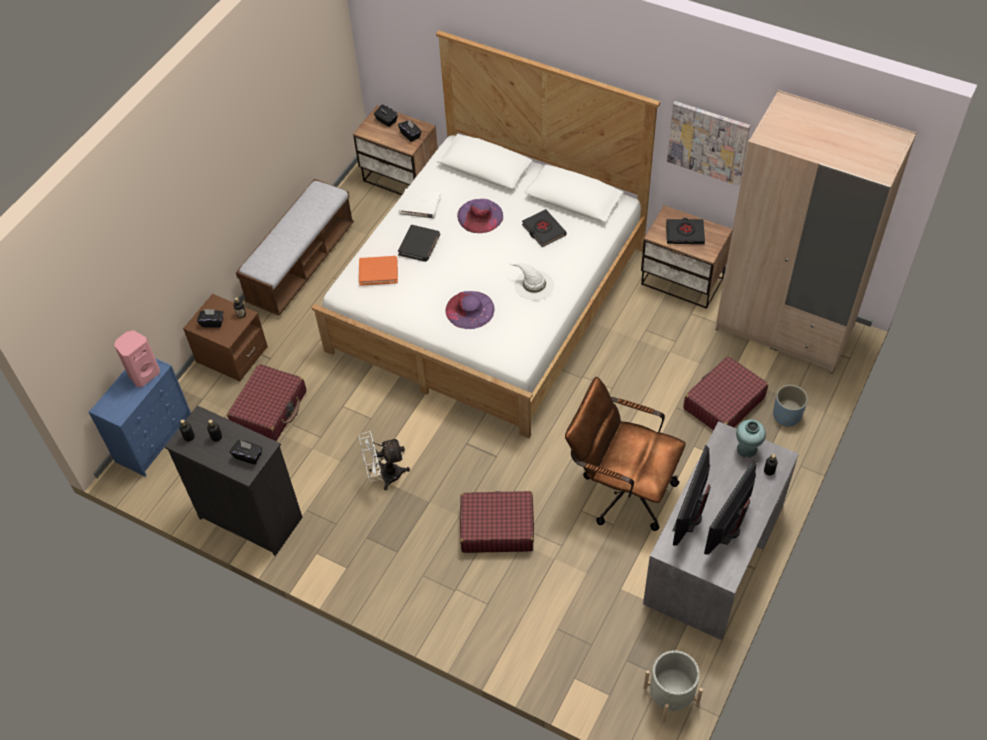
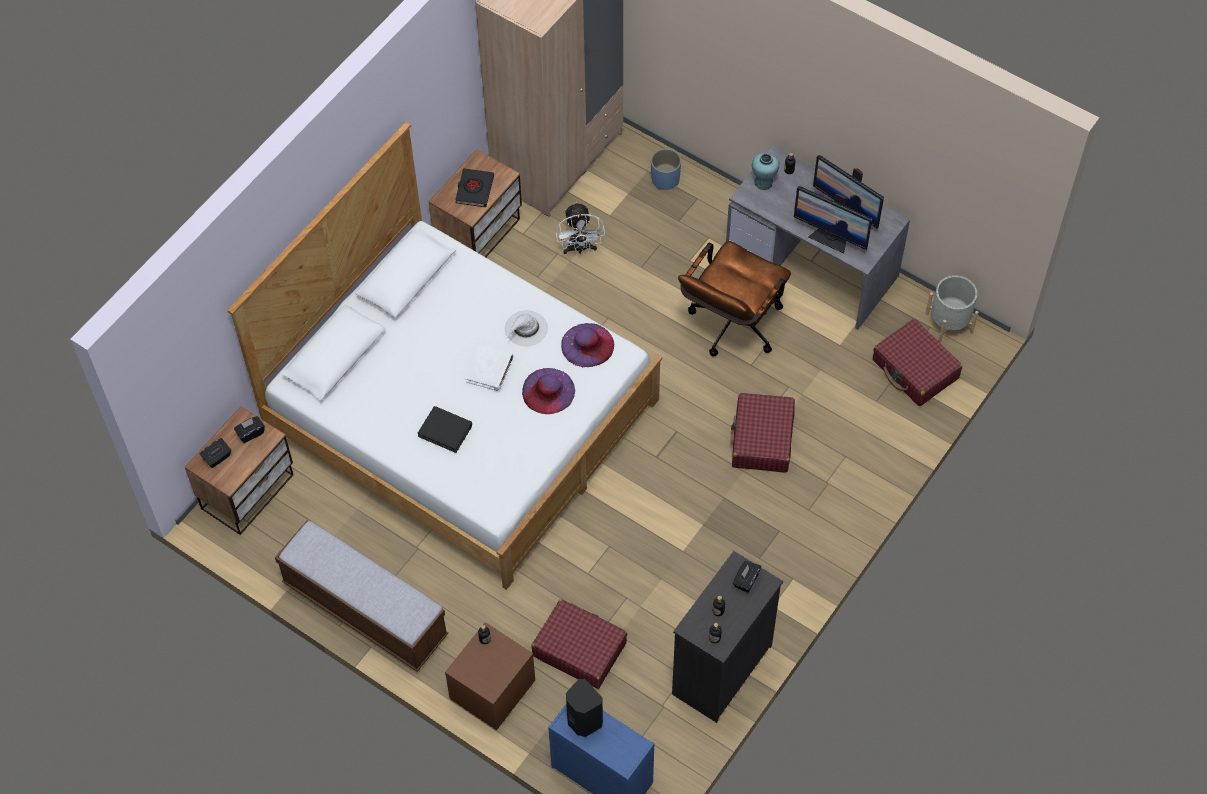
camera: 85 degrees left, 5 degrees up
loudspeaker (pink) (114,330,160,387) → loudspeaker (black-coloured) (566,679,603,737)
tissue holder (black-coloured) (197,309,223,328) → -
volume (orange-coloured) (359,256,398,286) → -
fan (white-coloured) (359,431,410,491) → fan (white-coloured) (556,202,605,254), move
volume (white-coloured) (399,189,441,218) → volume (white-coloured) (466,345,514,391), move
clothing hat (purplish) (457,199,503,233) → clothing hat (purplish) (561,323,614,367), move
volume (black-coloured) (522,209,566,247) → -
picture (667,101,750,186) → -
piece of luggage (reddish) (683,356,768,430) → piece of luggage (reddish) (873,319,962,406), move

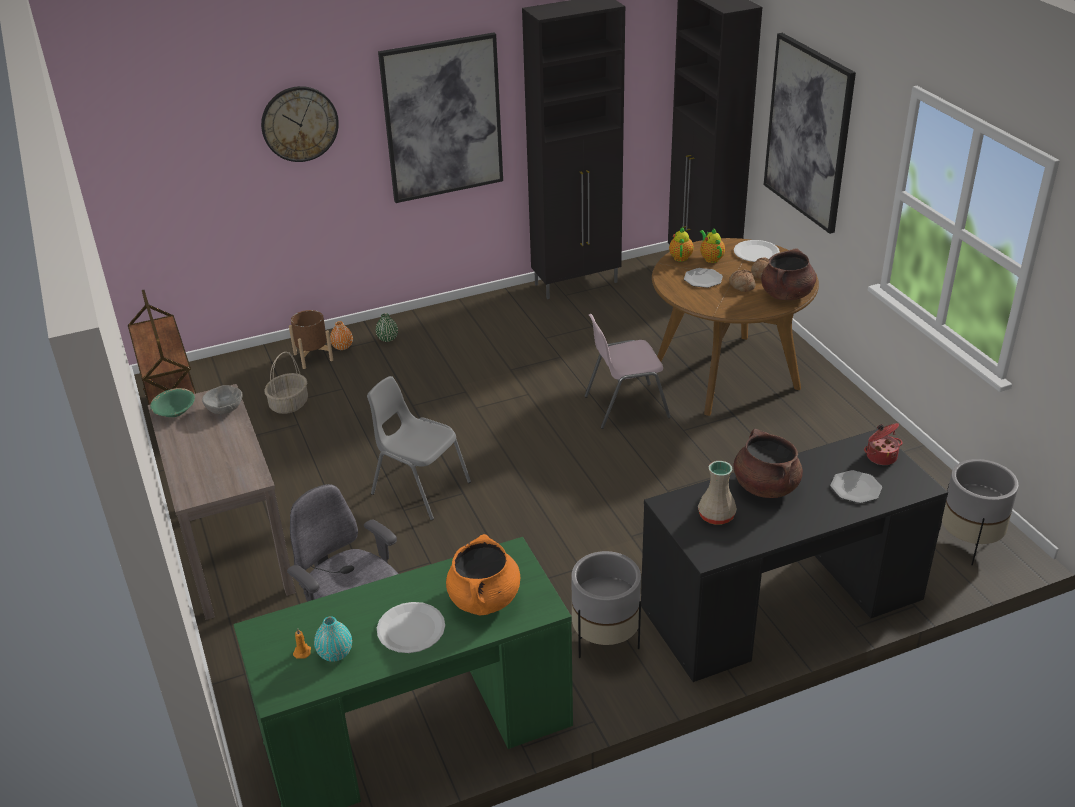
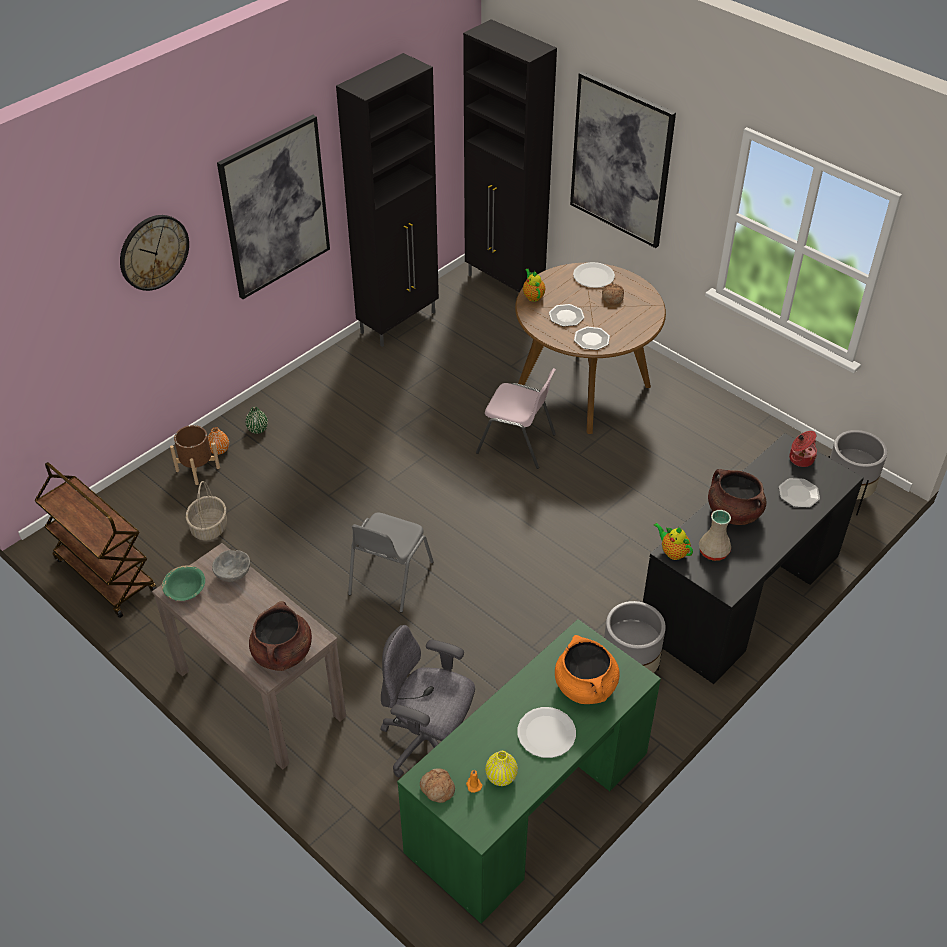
camera: 25 degrees left, 10 degrees up
flower vase (turquoise) (314,616,352,662) → flower vase (yellowish) (485,751,518,786)
plain chair (grey) (367,376,471,520) → plain chair (grey) (348,512,434,613), 75 degrees counterclockwise
plain chair (pink) (585,314,671,429) → plain chair (pink) (476,368,556,469), 120 degrees counterclockwise
teapot (700,229,725,263) → teapot (654,522,693,560), move
bakery bread (729,270,756,292) → bakery bread (420,768,455,803), move
cooking pot (brown-coloured) (761,248,816,300) → cooking pot (brown-coloured) (249,601,312,671), move
- → plate (574,327,610,350)

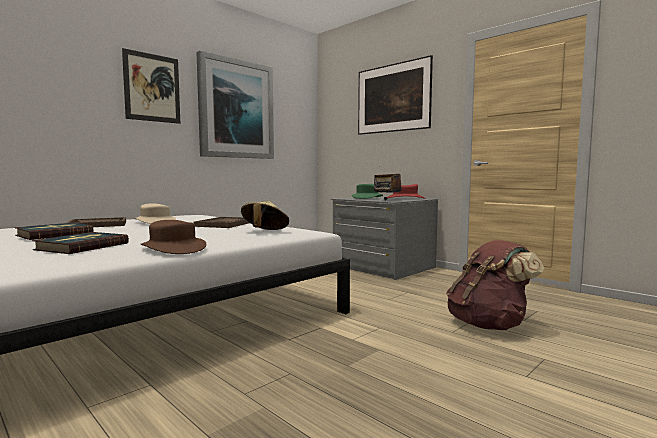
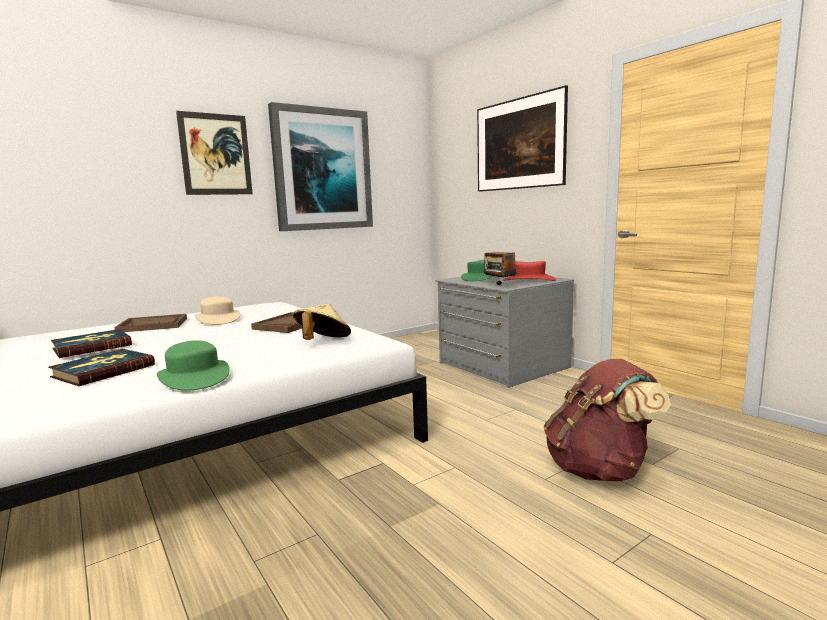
camera: 10 degrees right, 5 degrees up
clothing hat (brown-coloured) (141,220,206,254) → clothing hat (green) (157,340,230,391)

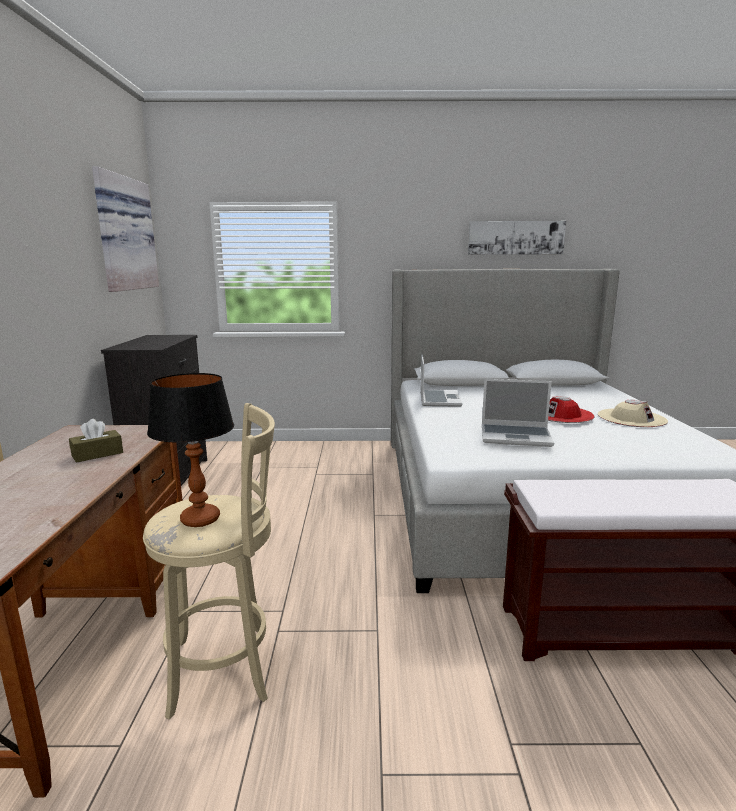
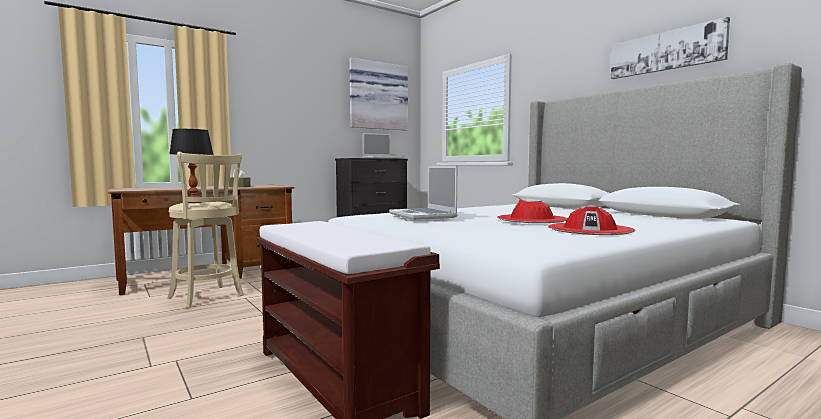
camera: 55 degrees right, 10 degrees down
laptop (420,355,462,407) → laptop (363,133,402,159), move
clothing hat (beige) (598,400,668,427) → clothing hat (reddish) (548,205,635,235)

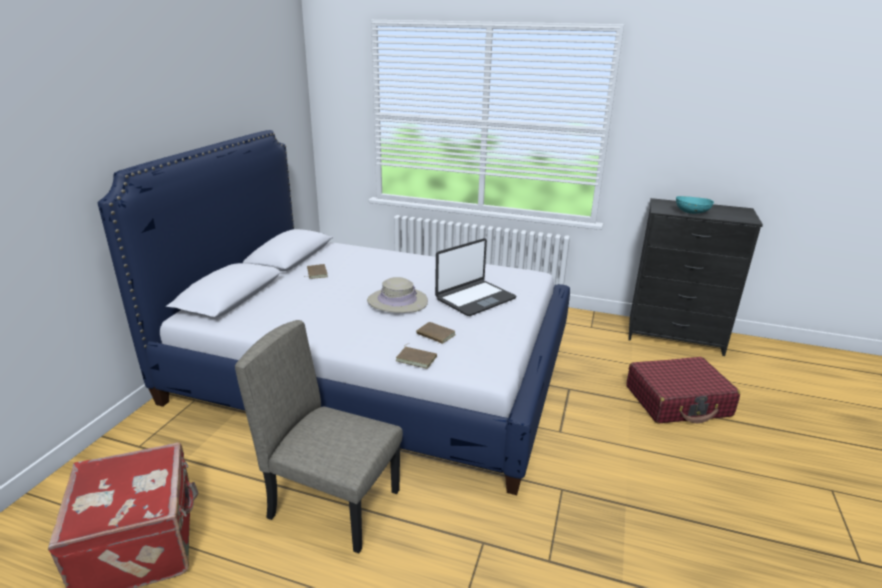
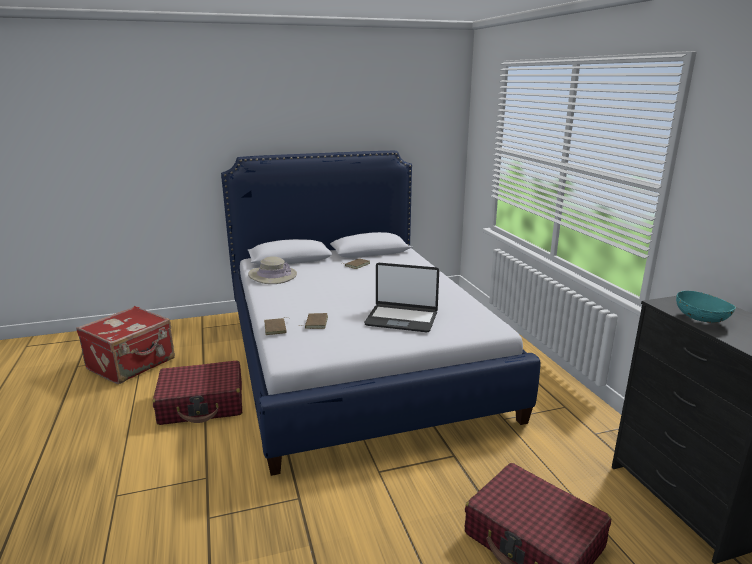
camera: 55 degrees right, 5 degrees down
plain chair (beige) (235,320,403,553) → piece of luggage (reddish) (153,361,242,425)
clothing hat (beige) (367,277,428,313) → clothing hat (beige) (248,256,297,284), move

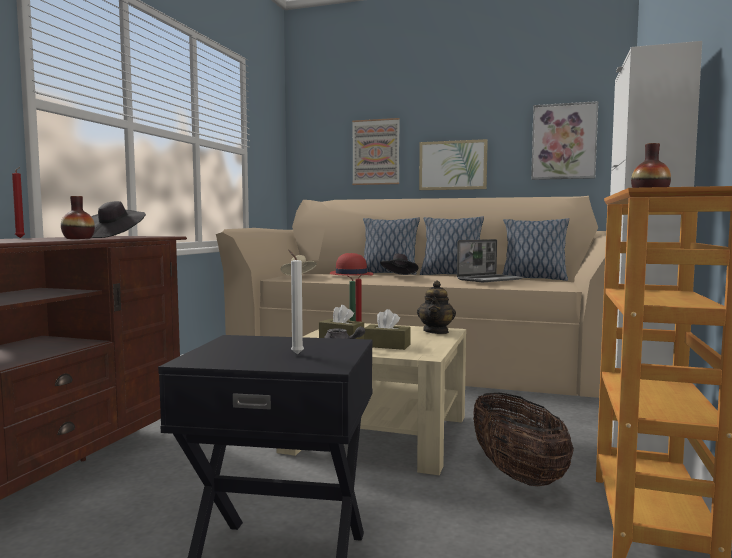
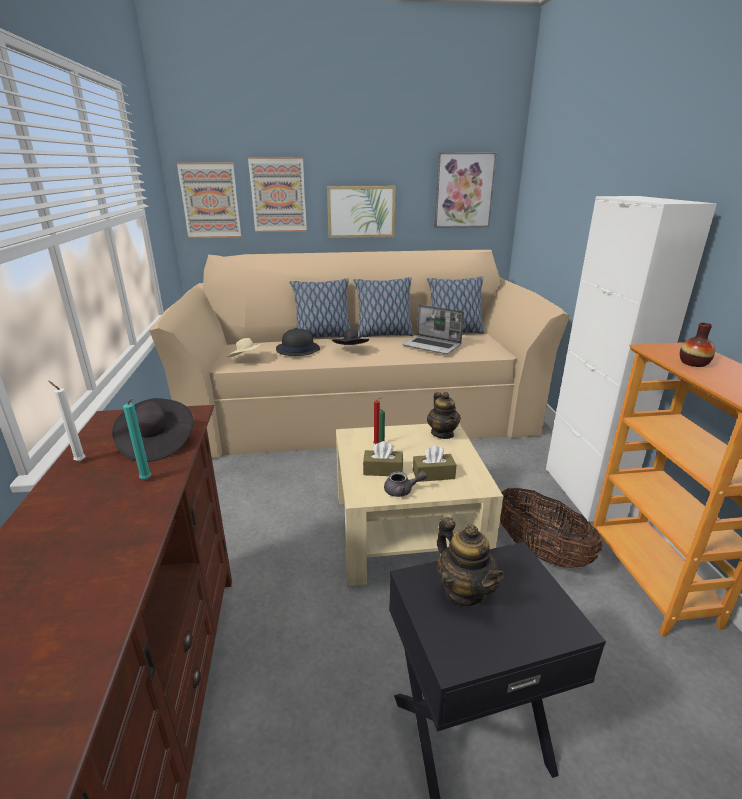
camera: 25 degrees left, 20 degrees up
wax light (reddish) (12,167,25,238) → -
flower vase (61,196,95,239) → wax light (turquoise) (123,398,152,480)
wax light (white-coloured) (288,250,304,355) → wax light (white-coloured) (48,381,86,462), move
clothing hat (reddish) (329,253,373,276) → clothing hat (black-coloured) (276,328,320,356)
laptop (457,239,524,282) → laptop (402,305,464,354), 90 degrees clockwise
- → picture (177,163,241,238)
- → teapot (437,517,504,607)

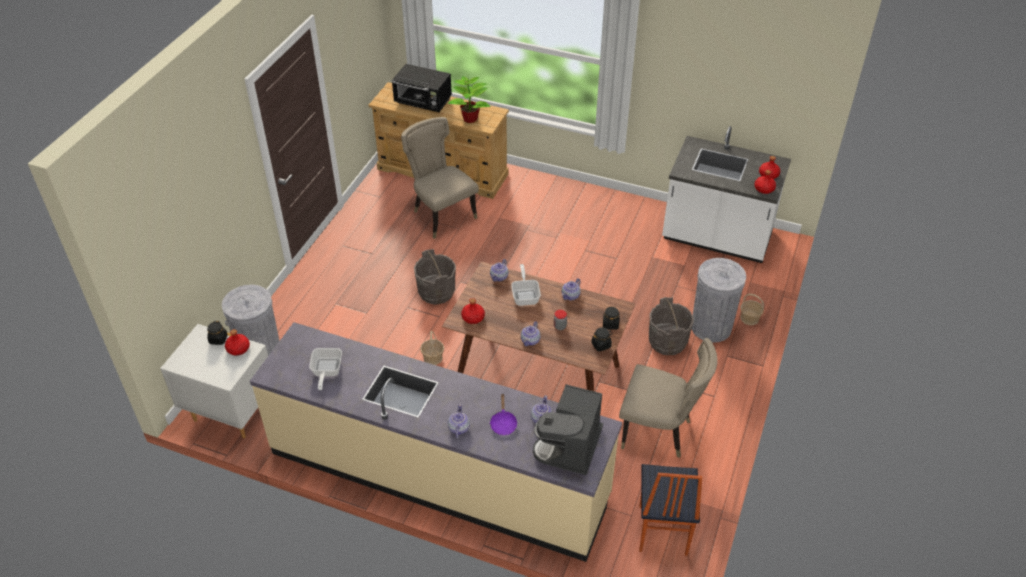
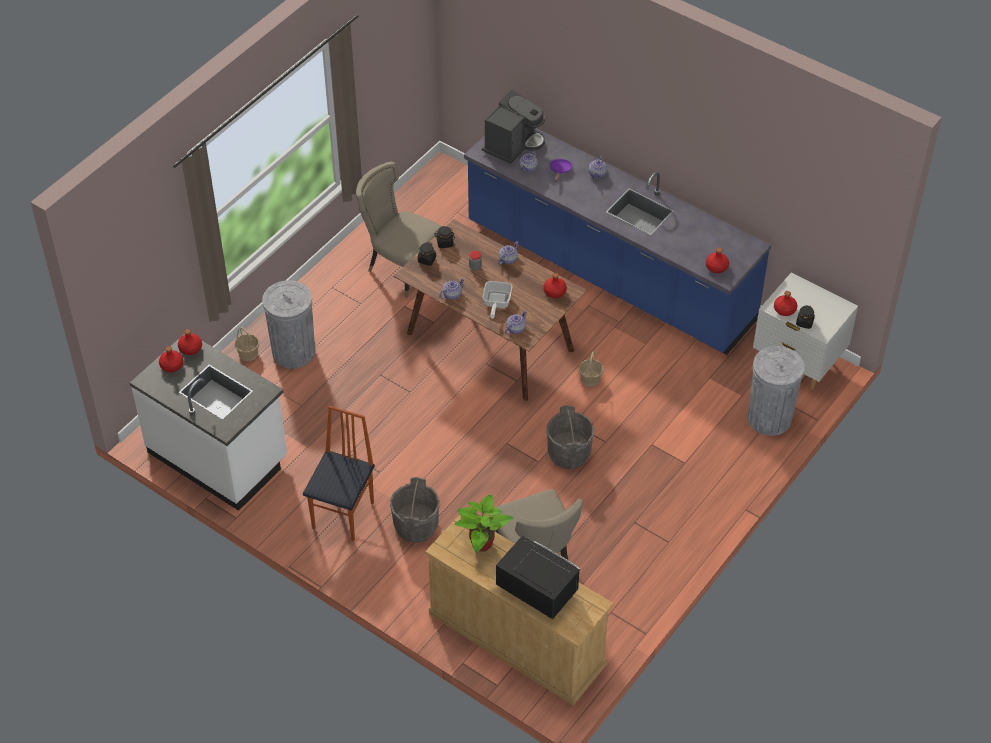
camera: 165 degrees left, 5 degrees up
counter (beige) (250,322,622,562) → counter (blue-coloured) (464,128,771,355)
skillet (309,348,342,390) → -
plain chair (639,464,702,556) → plain chair (303,406,375,542), move
water bucket (grey) (649,297,694,355) → water bucket (grey) (390,477,440,543), move
- → beverage bottle (reddish) (706,248,729,273)

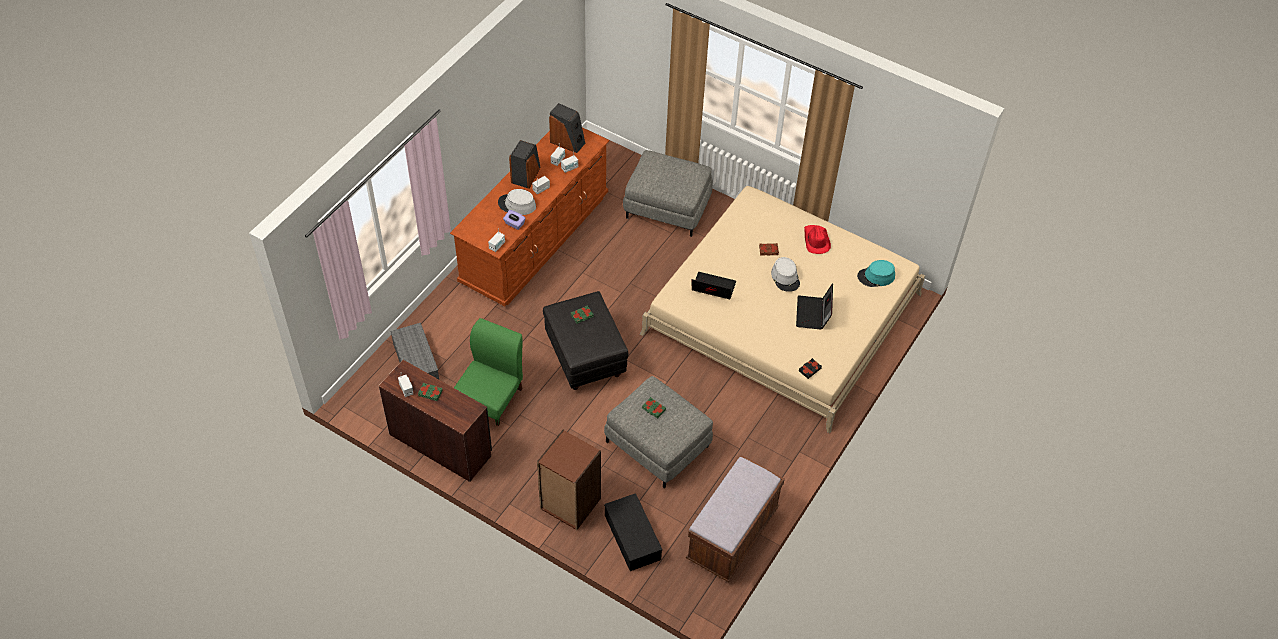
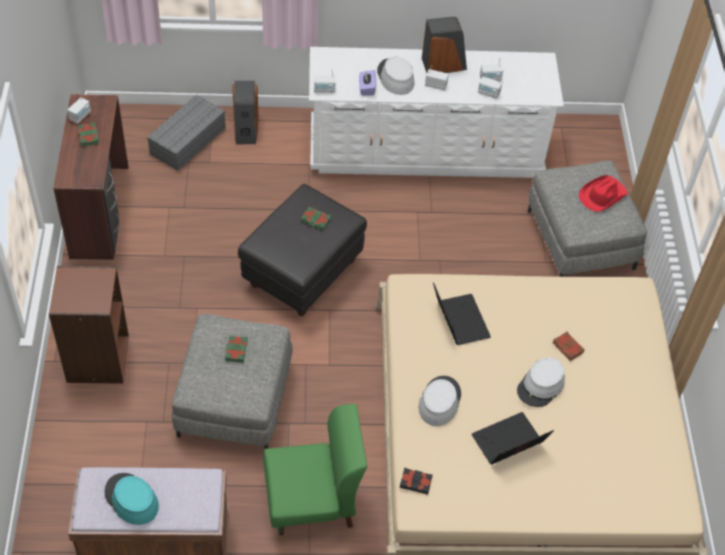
camera: 55 degrees right, 0 degrees up
drawer chest (brown-coloured) (450,128,609,306) → drawer chest (white-coloured) (309,47,564,178)
plain chair (green) (454,318,523,426) → plain chair (green) (263,404,367,536), move
loudspeaker (549,103,585,153) → loudspeaker (232,81,258,144), move
storage bin (black-coloured) (604,493,662,571) → -
clothing hat (reddish) (804,225,831,254) → clothing hat (reddish) (579,175,628,212), move
clothing hat (turquoise) (857,260,895,287) → clothing hat (turquoise) (105,473,159,525), move
- → clothing hat (grey) (418,376,461,426)

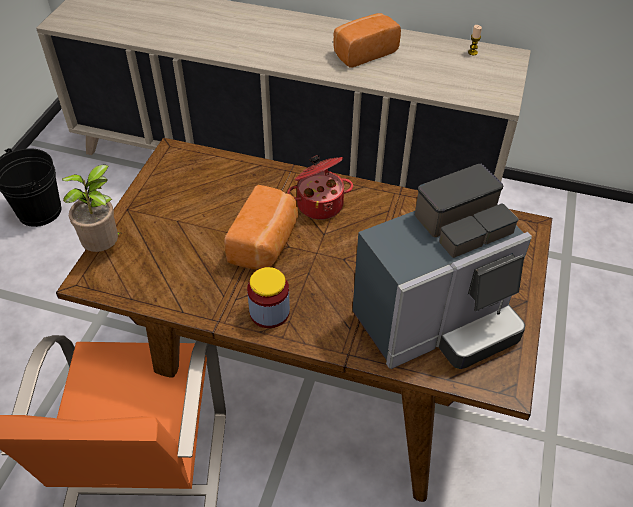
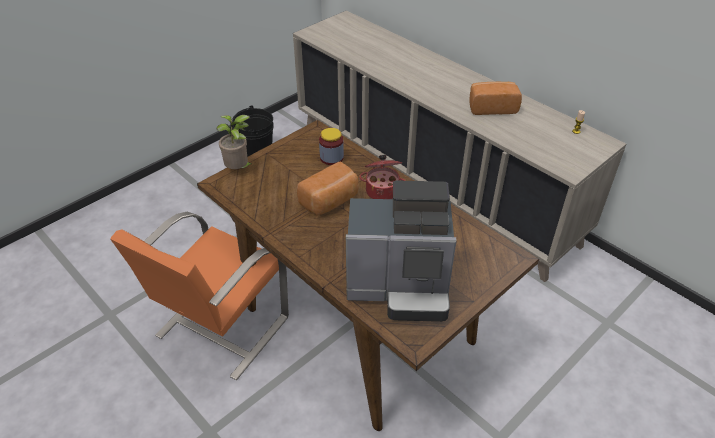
camera: 30 degrees right, 5 degrees down
jar (247,267,290,328) → jar (319,128,344,165), move

